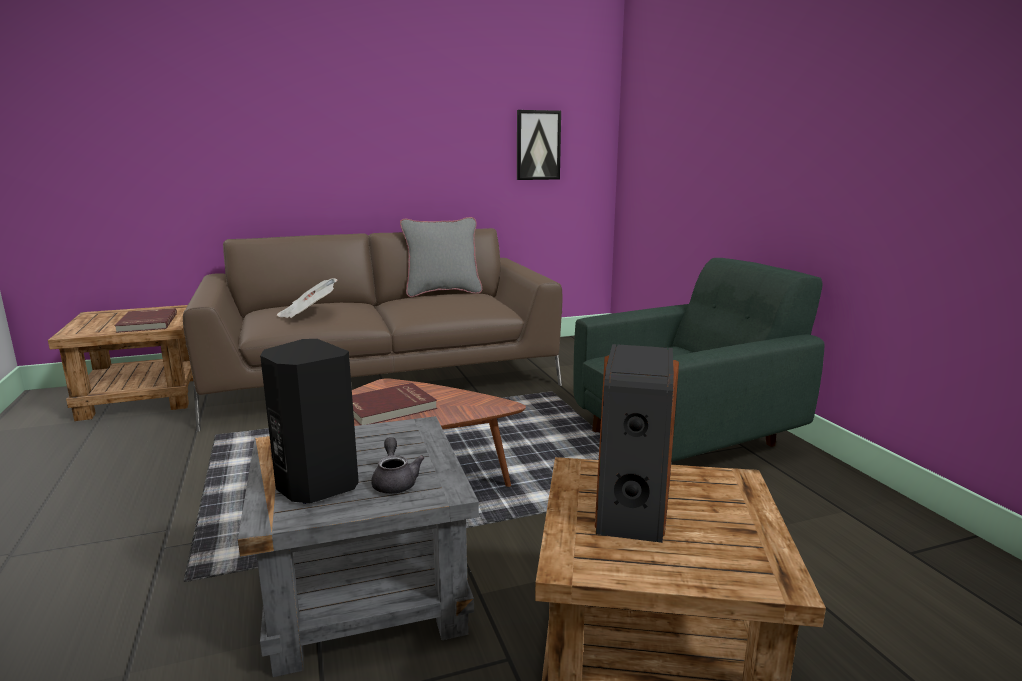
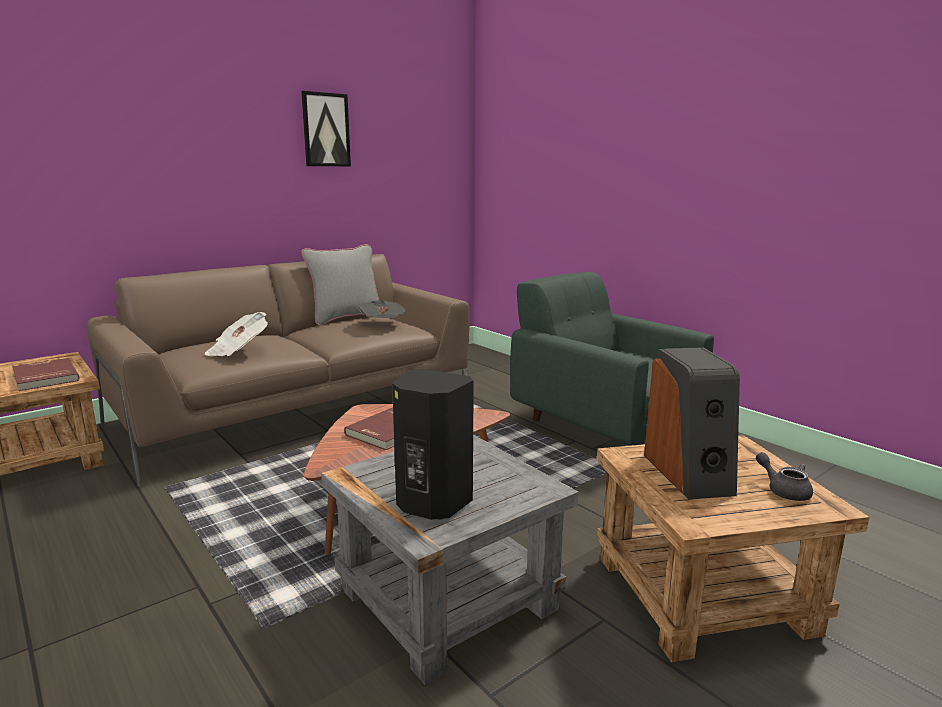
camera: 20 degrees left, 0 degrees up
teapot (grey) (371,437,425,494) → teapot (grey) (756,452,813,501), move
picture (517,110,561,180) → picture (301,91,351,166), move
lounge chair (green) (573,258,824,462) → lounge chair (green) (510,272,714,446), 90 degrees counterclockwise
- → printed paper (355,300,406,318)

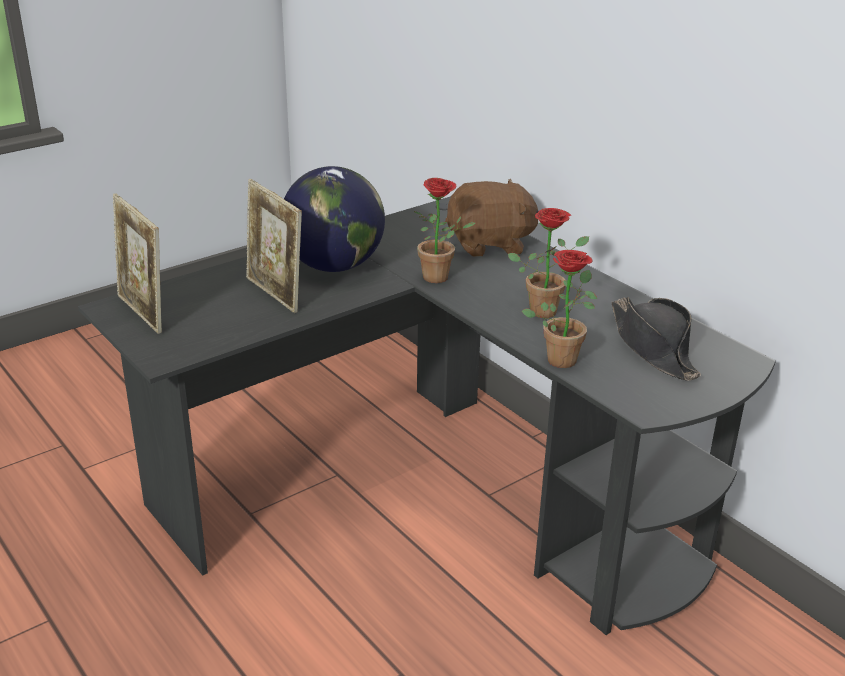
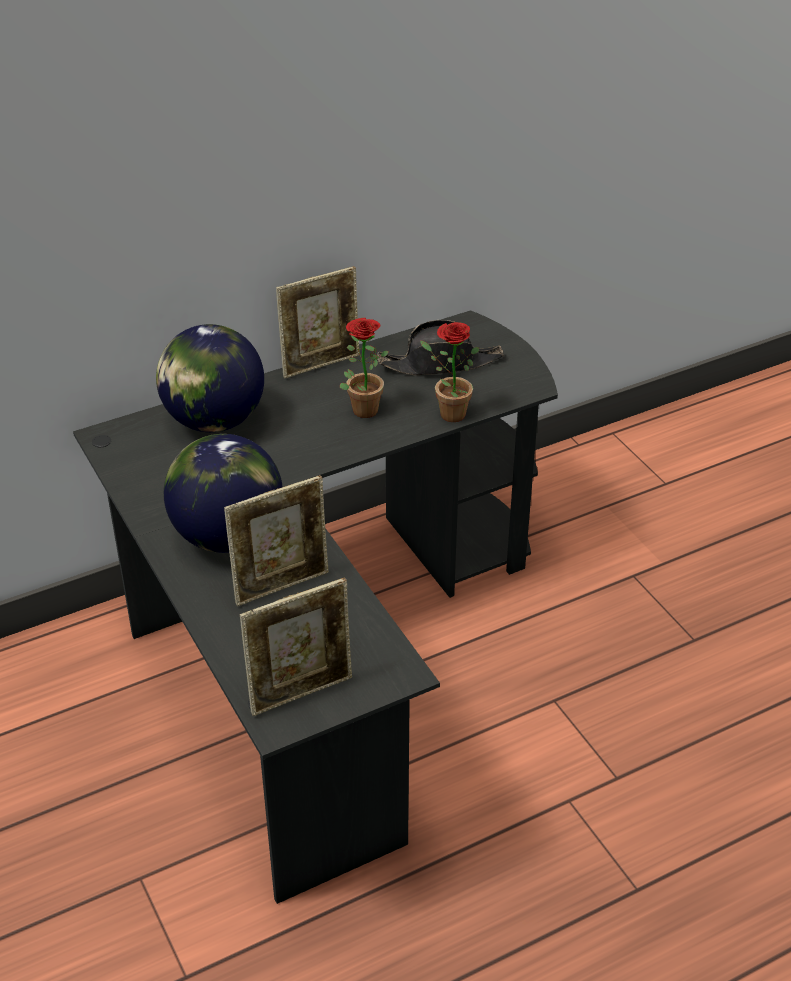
camera: 80 degrees left, 10 degrees up
plant in a pot (414,178,476,283) → -
plush toy (brown-coloured) (445,179,538,257) → desk globe (156,324,264,432)
- → picture frame (276,266,360,378)

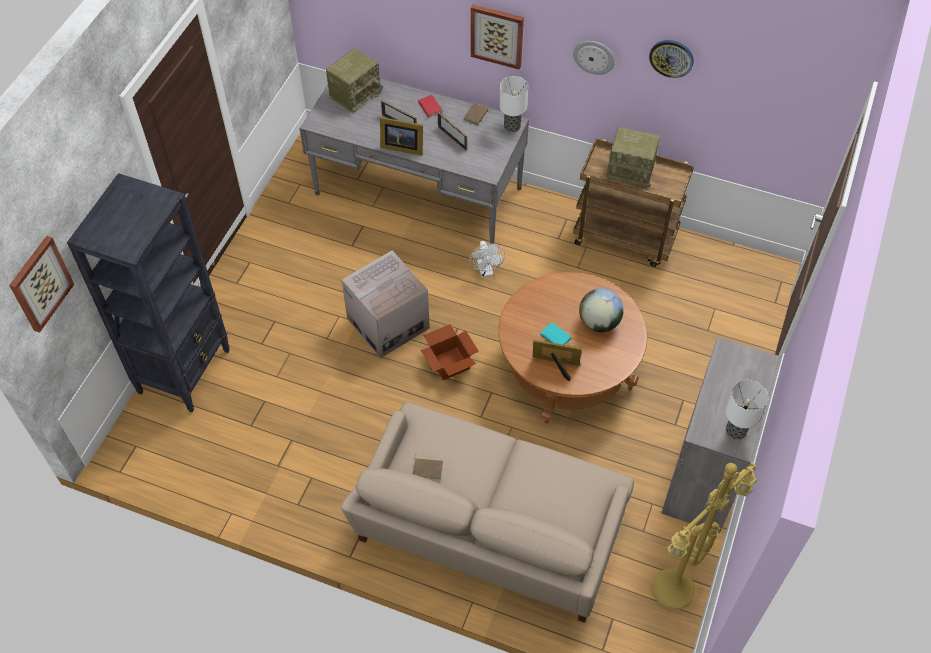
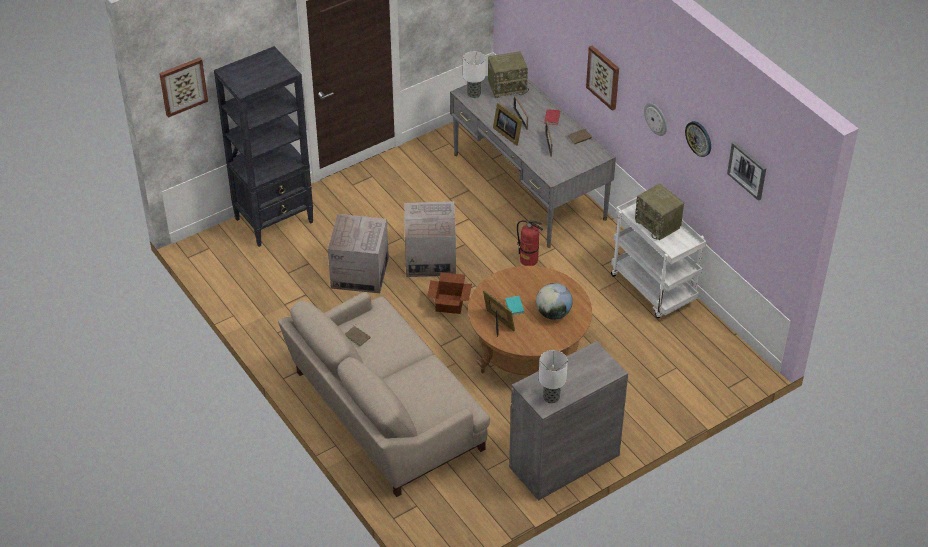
camera: 35 degrees right, 10 degrees down
fan (white-coloured) (469,241,505,277) → fire-fighting cylinder (517,220,543,266)
table lamp (499,76,528,133) → table lamp (463,51,486,98), move
trolley (brown-coloured) (573,139,694,267) → trolley (white-coloured) (611,197,706,318)
standing lamp (yellowish) (652,462,757,610) → -
- → packing box (328,214,389,293)
- → picture (727,142,766,201)

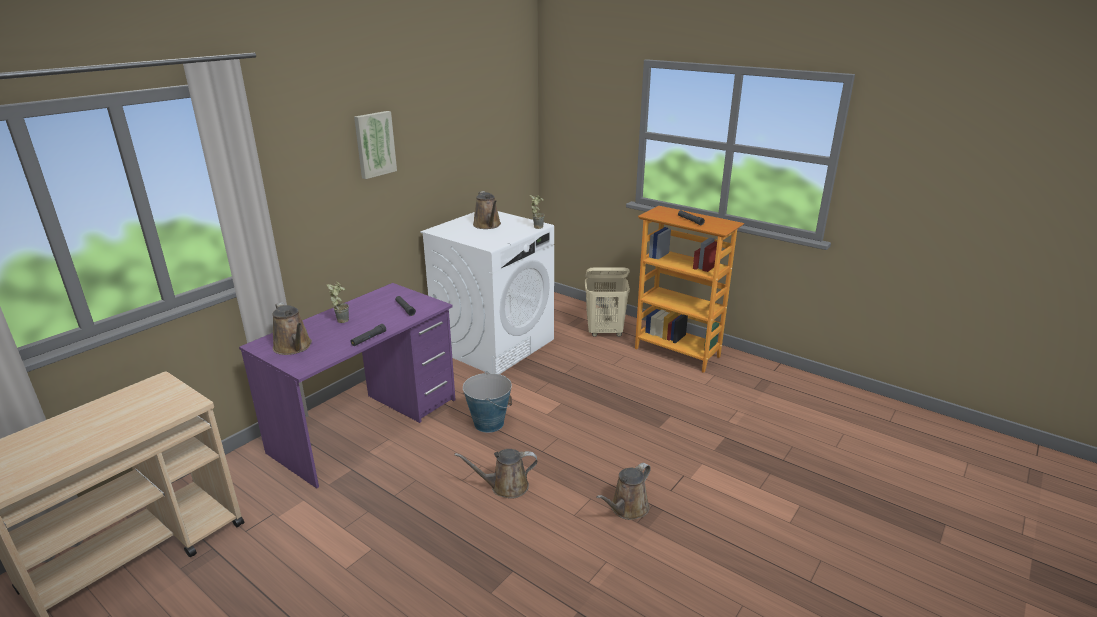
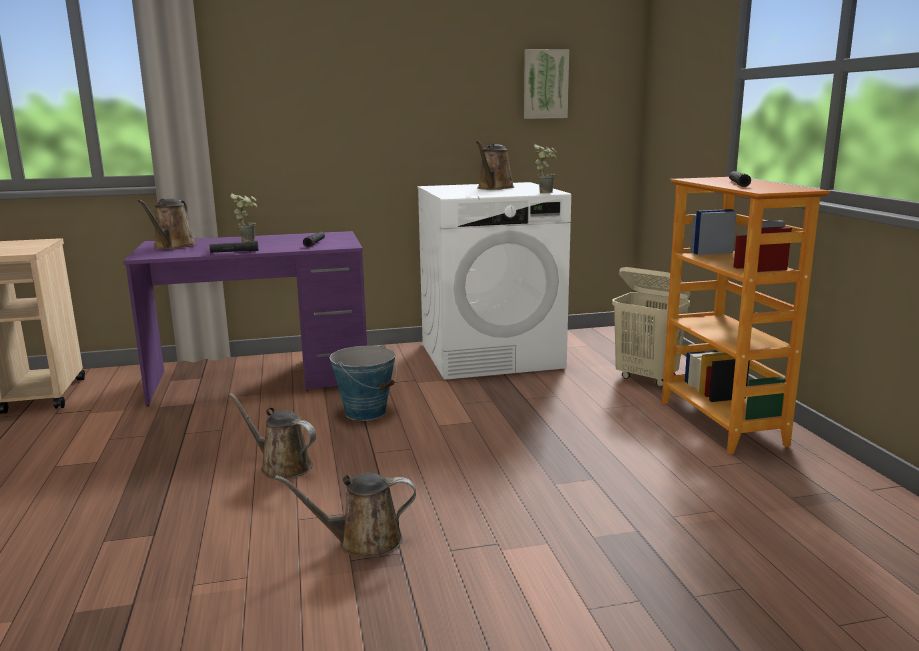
camera: 40 degrees right, 10 degrees down
picture (354,111,397,179) → picture (524,49,569,119), move

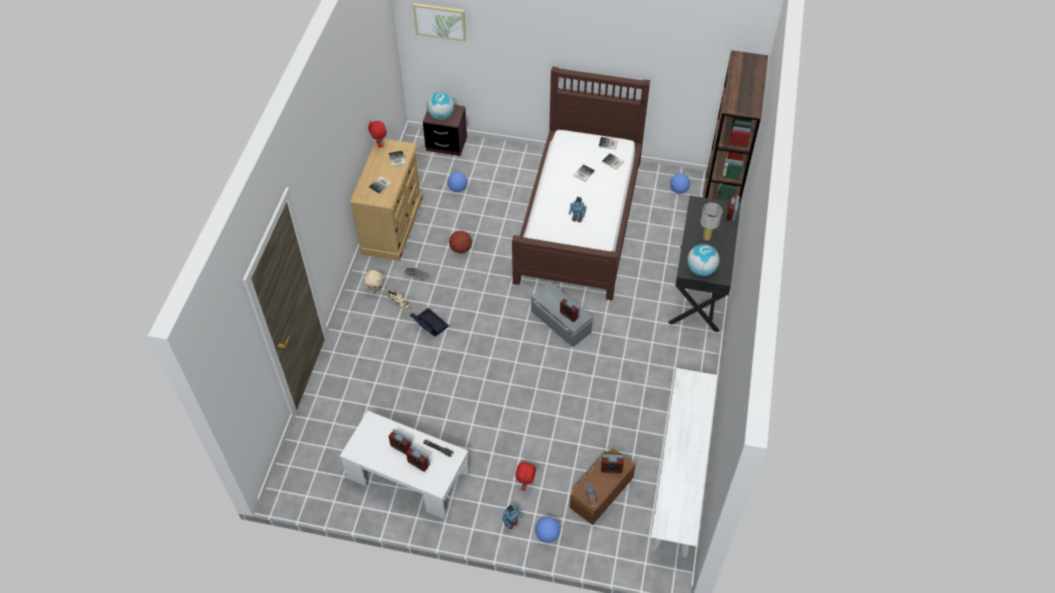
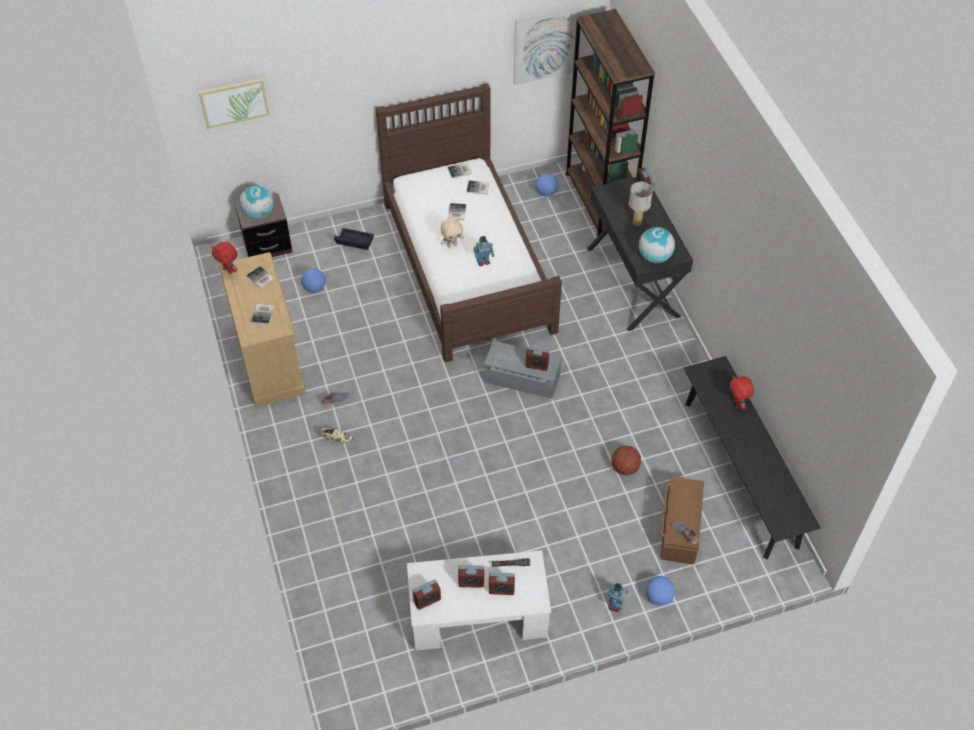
camera: 30 degrees left, 0 degrees up
plush toy (beige) (363,270,385,294) → plush toy (beige) (441,218,464,248), move
storage bin (black-coloured) (410,308,448,337) → storage bin (black-coloured) (334,228,374,250), move
ball for basketball (449,231,472,253) → ball for basketball (611,446,641,475), move
plush toy (reddish) (515,461,536,491) → plush toy (reddish) (729,376,754,409), move
alarm clock (601,454,623,473) → alarm clock (412,579,441,610), move
indoor bench (white-coloured) (651,368,717,558) → indoor bench (black-coloured) (684,356,821,559)
- → picture (514,6,583,85)

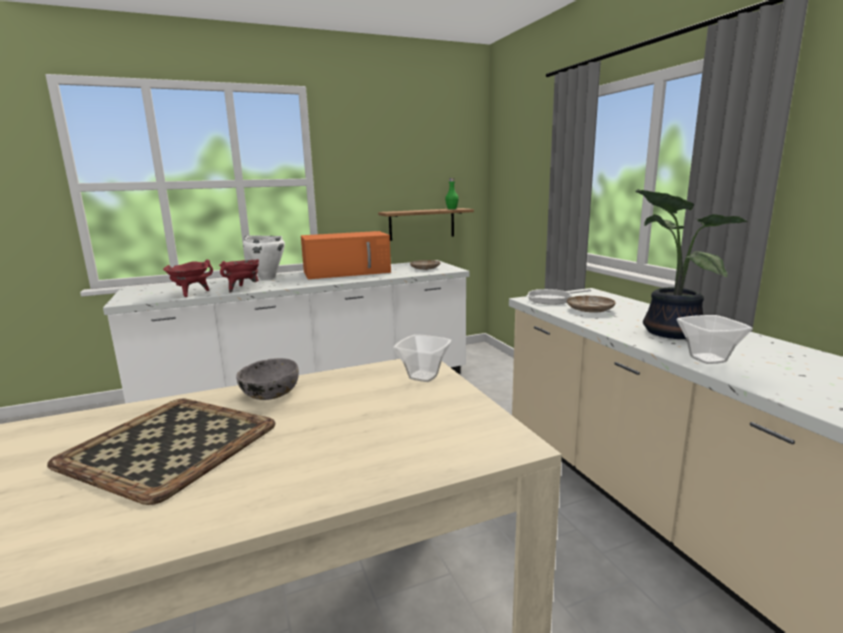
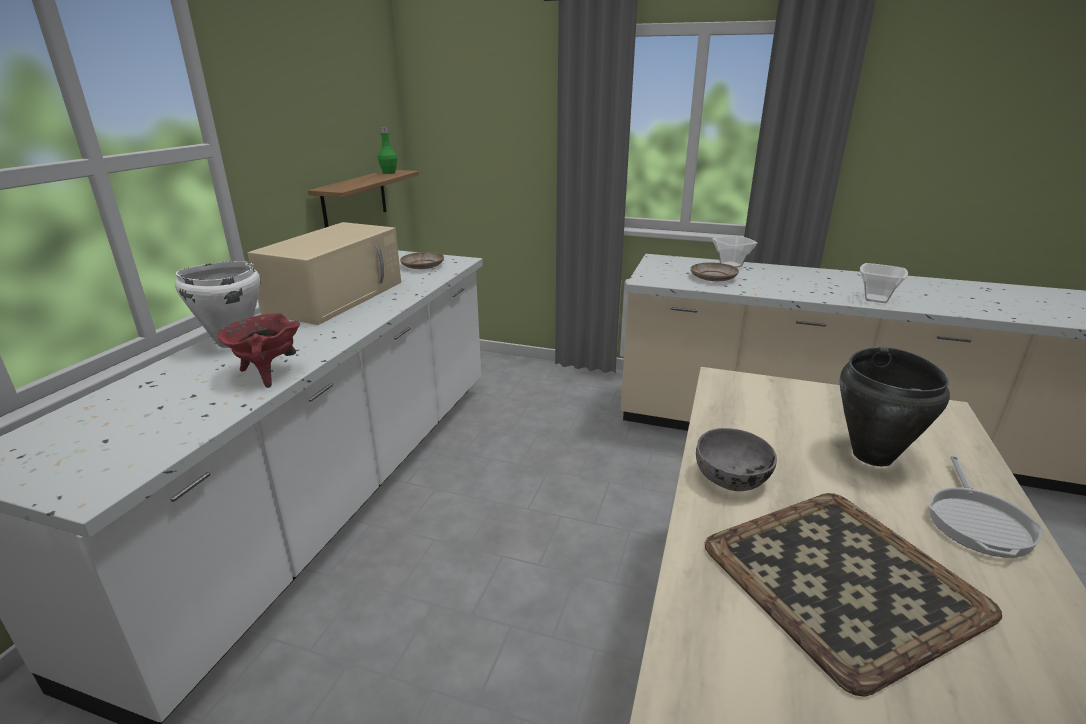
camera: 50 degrees left, 10 degrees up
cooking pot (reddish) (163,260,213,297) → -
microwave (orange-coloured) (301,231,391,279) → microwave (beige) (248,222,401,325)
bowl (393,334,452,382) → bowl (712,235,757,268), move
skillet (526,289,591,305) → skillet (928,456,1043,558), move
plant in a pot (635,189,747,339) → -
- → cooking pot (black-coloured) (840,347,950,466)

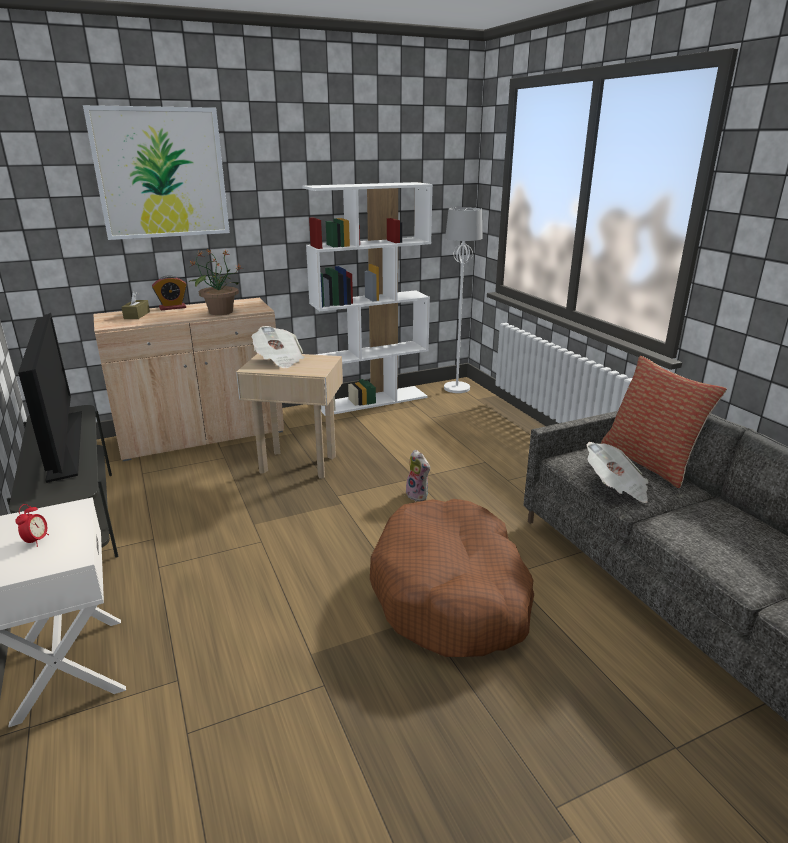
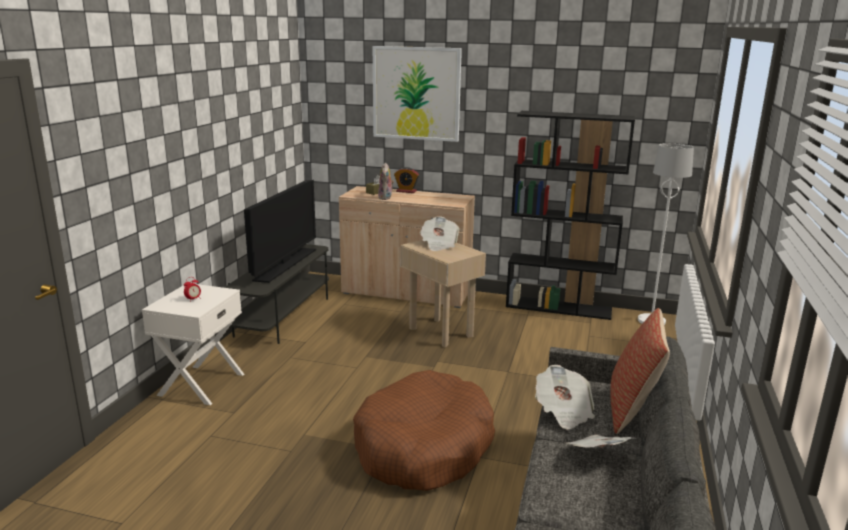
camera: 40 degrees right, 5 degrees down
plant in a pot (188,249,242,315) → -
shelving unit (white-coloured) (302,182,433,415) → shelving unit (black-coloured) (506,111,635,320)
plush toy (406,450,430,502) → plush toy (378,163,394,200), move
- → printed paper (567,435,635,448)

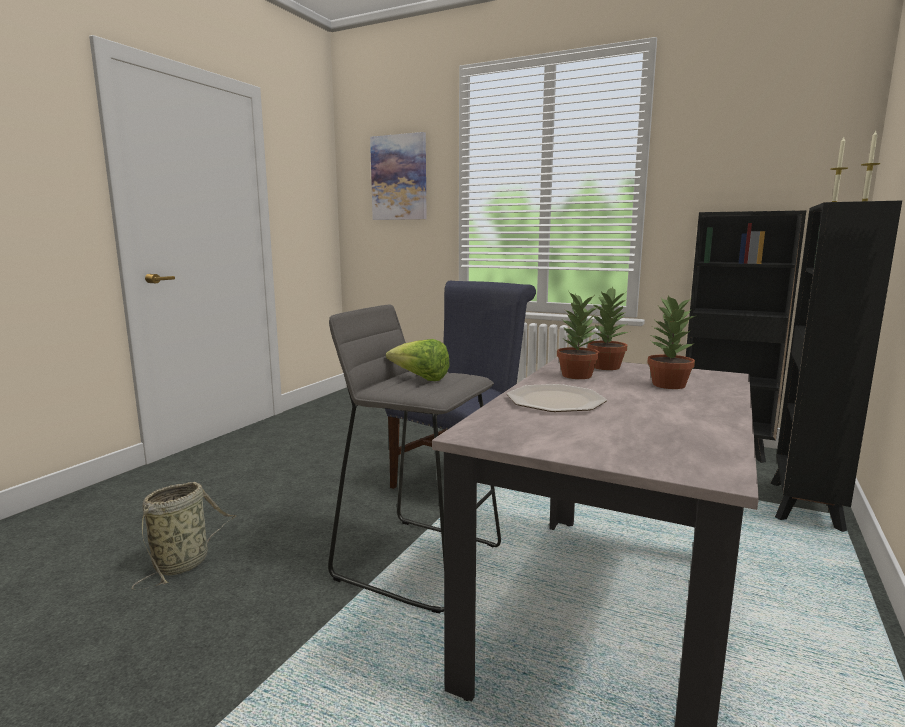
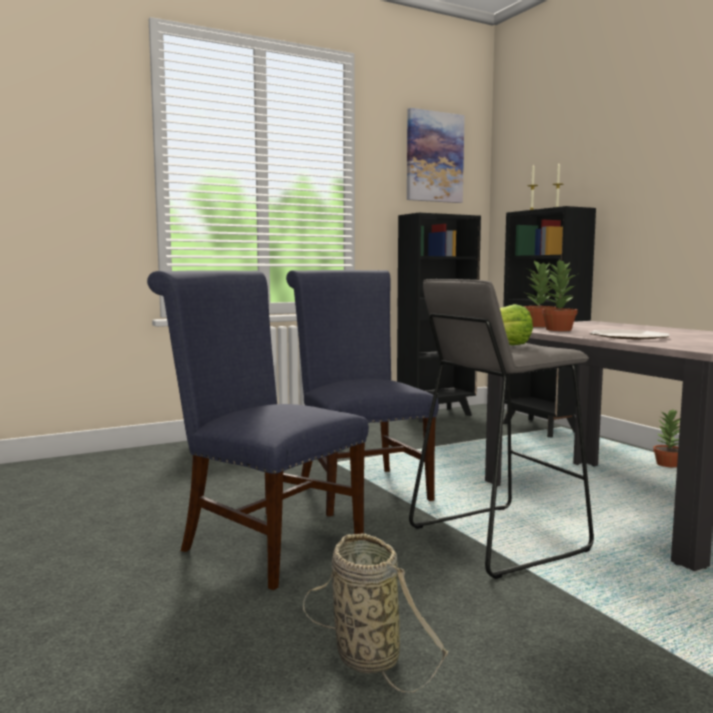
camera: 55 degrees left, 5 degrees down
picture (370,132,427,220) → picture (407,108,465,203), move
plant in a pot (647,295,697,389) → plant in a pot (653,410,680,467), move
- → plain chair (blue-coloured) (147,270,369,590)

